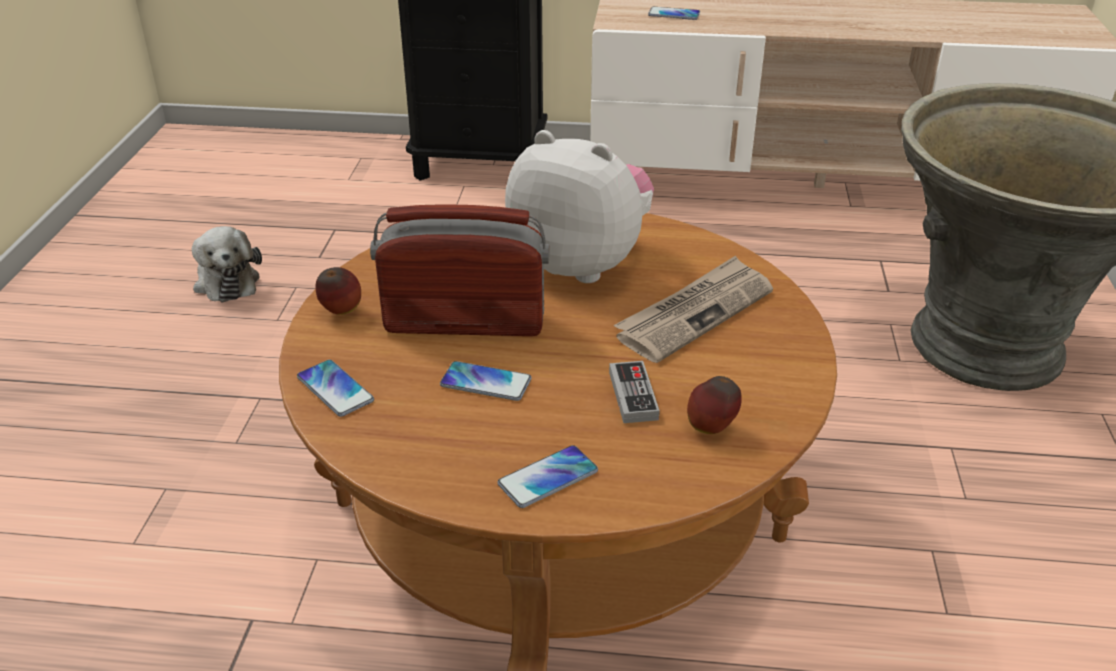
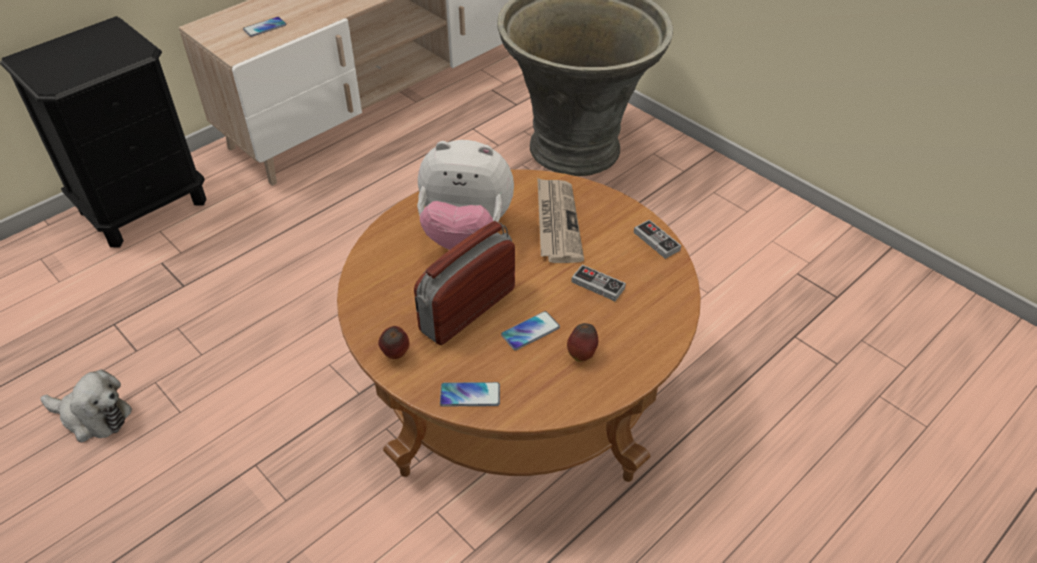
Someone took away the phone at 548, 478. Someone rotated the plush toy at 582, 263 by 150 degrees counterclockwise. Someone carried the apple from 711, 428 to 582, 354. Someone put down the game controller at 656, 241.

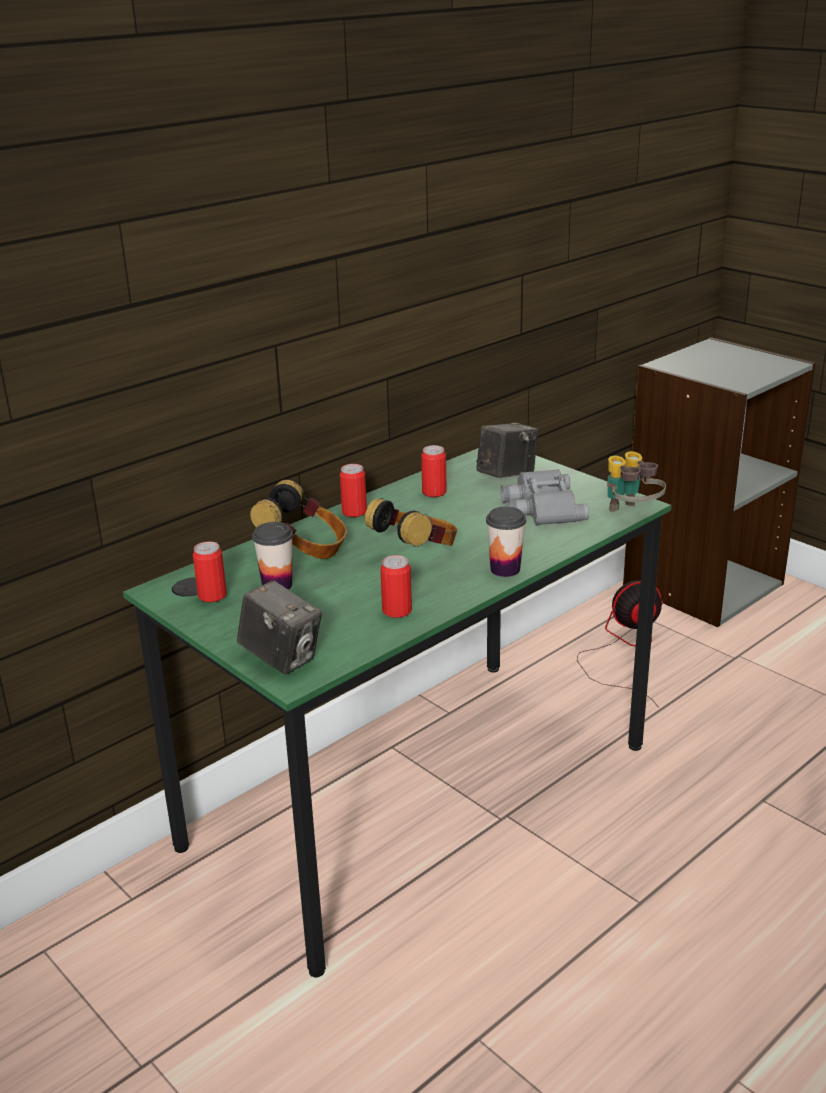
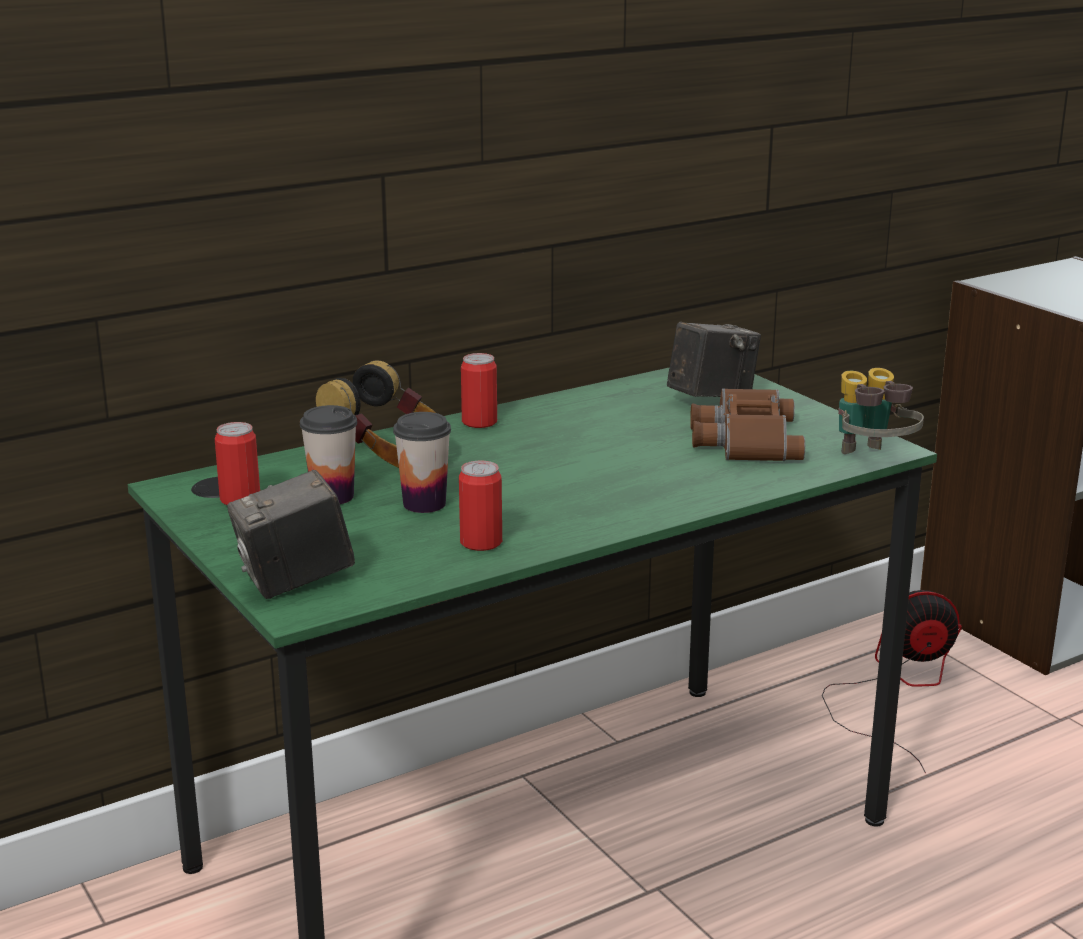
Someone rotated the photo camera at 281, 658 by 105 degrees clockwise. Someone took away the headphones at 417, 553. Someone took away the can at 434, 492. Someone carried the cup from 505, 569 to 424, 504. Someone repainted the grey binoculars at 540, 507, which became the brown binoculars at 743, 439.

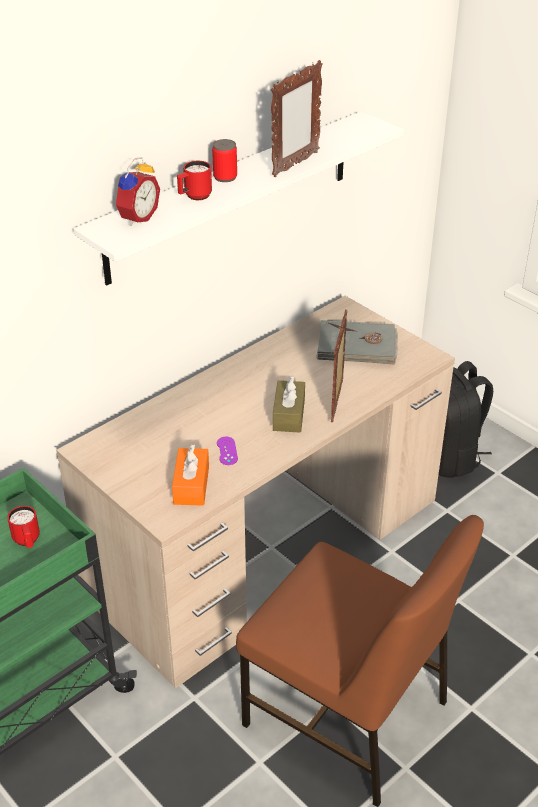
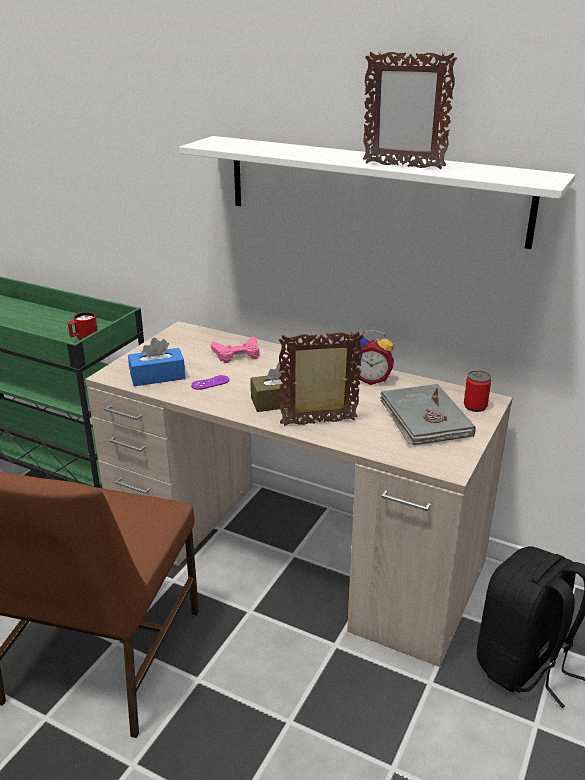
Someone carried the alarm clock from 137, 218 to 371, 379. Someone repainted the orange tissue box at 191, 485, which became the blue tissue box at 157, 376. Someone took away the red mug at 194, 197. Someone carried the can from 225, 177 to 475, 406. Someone put down the pink game controller at 237, 354.

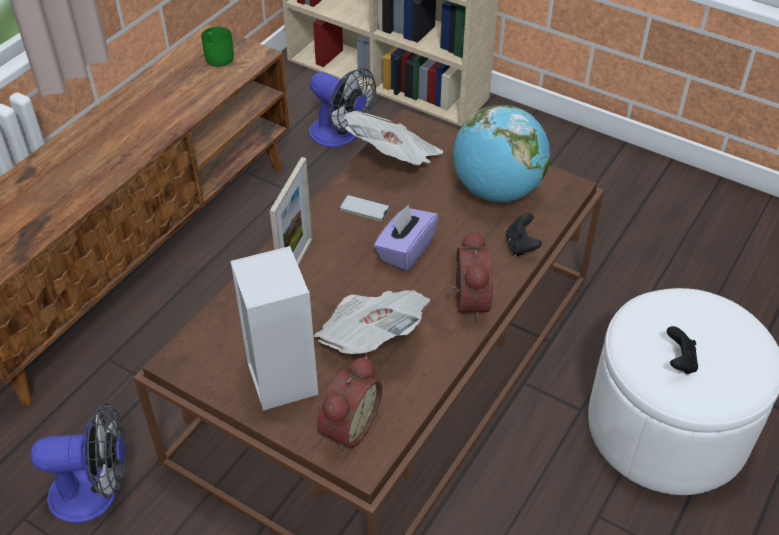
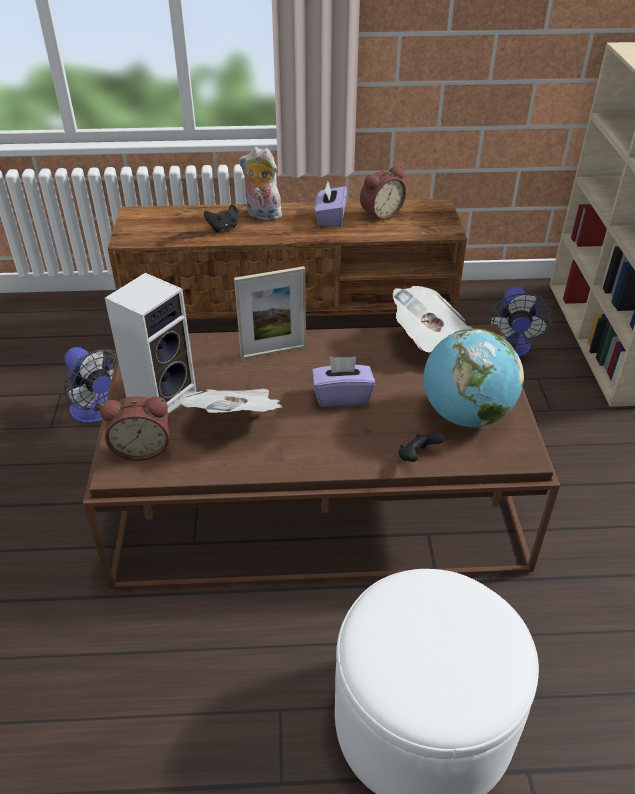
Someone took away the green mug at 218, 56. Someone took away the phone at 364, 208. Someone carried the alarm clock from 467, 301 to 380, 214. Someone carried the black game controller from 679, 362 to 223, 228. Someone put down the plush toy at 262, 215. Someone put down the purple tissue box at 330, 218.

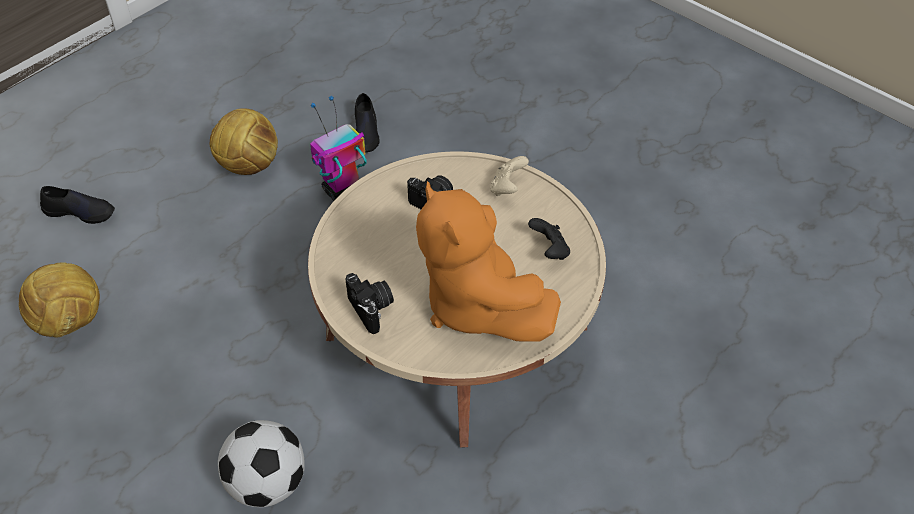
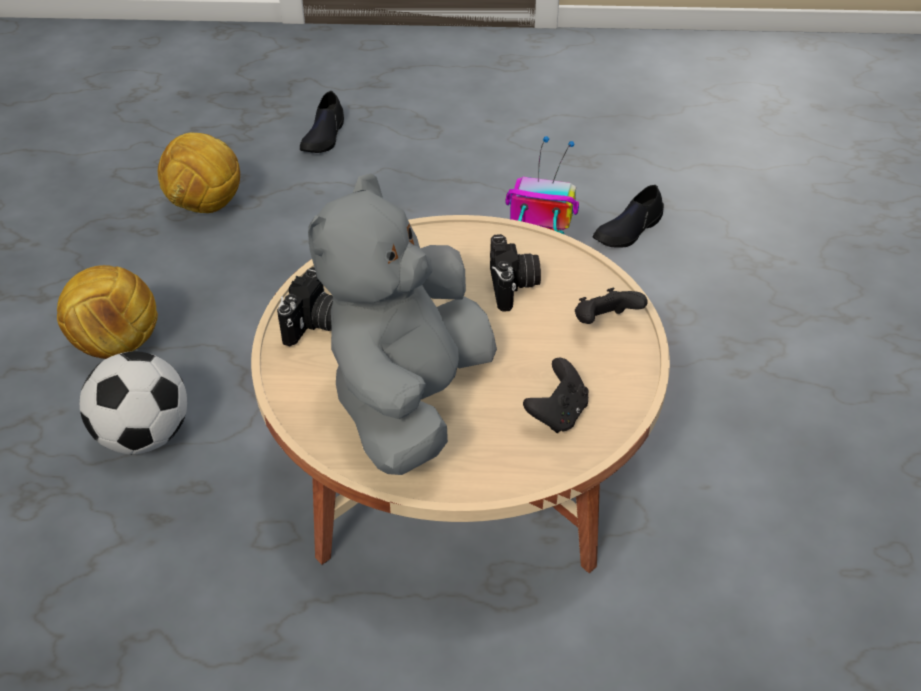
Someone rotated the black shoe at 80, 211 by 45 degrees clockwise. Someone carried the football from 248, 166 to 117, 345. Someone repainted the orange plush toy at 477, 304, which became the grey plush toy at 409, 400. Someone repainted the beige game controller at 507, 188, which became the black game controller at 604, 323.

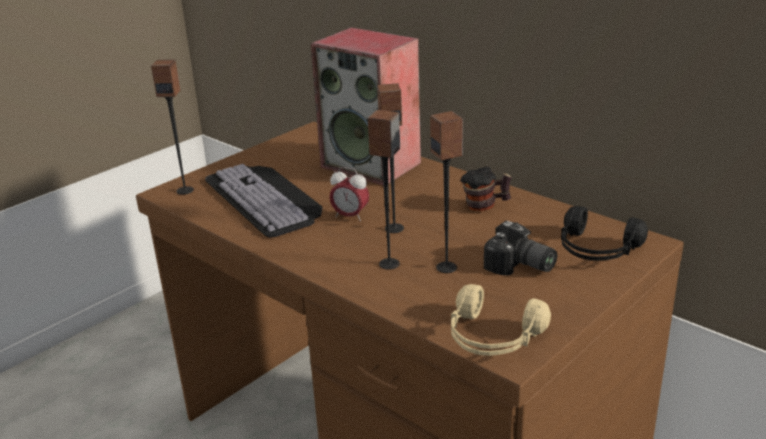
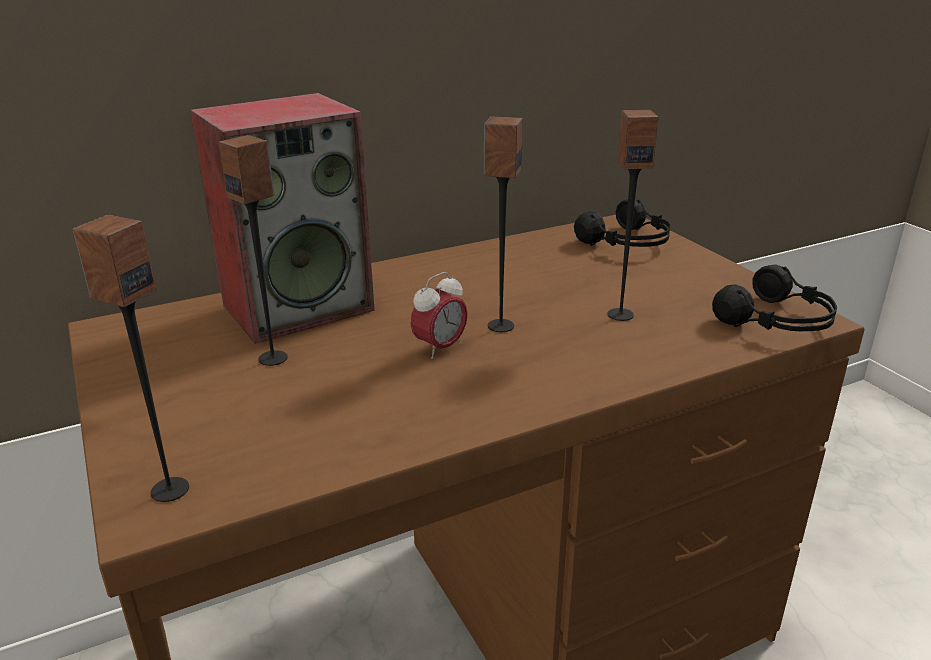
Someone took away the keyboard at 267, 198. Someone carried the speaker from 389, 264 to 273, 358. Someone repainted the beige headphones at 492, 338, which became the black headphones at 777, 321. Someone took away the mug at 485, 206. Someone took away the photo camera at 519, 267.

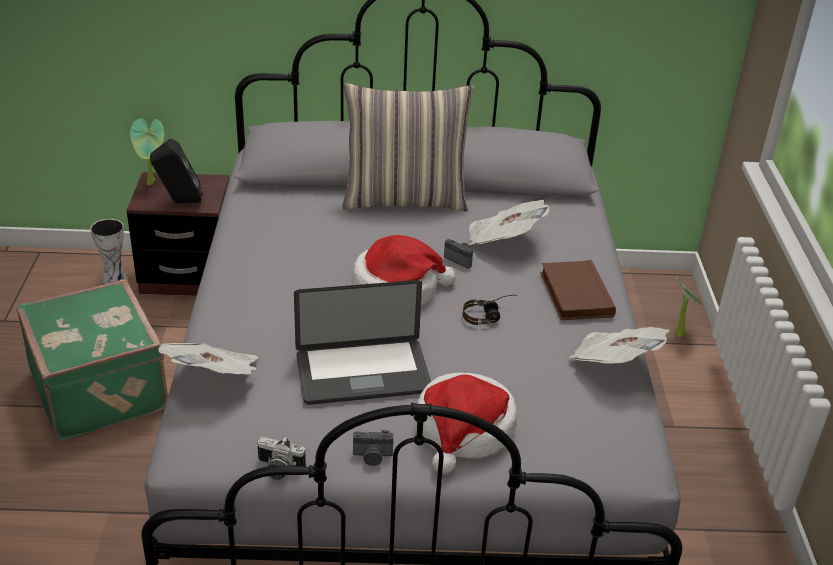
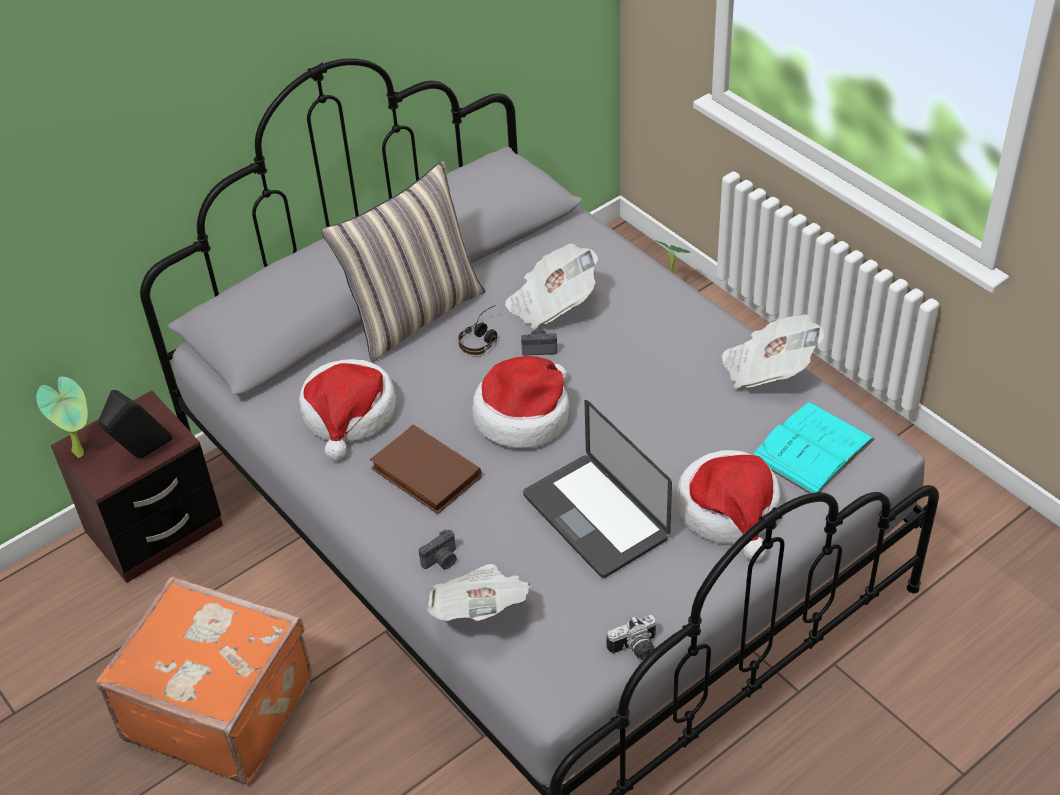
Someone repainted the green suitcase at 101, 389, which became the orange suitcase at 220, 706. Someone took away the vase at 116, 279. Someone rotated the laptop at 363, 374 by 105 degrees clockwise. Someone carried the photo camera from 372, 457 to 442, 560. Someone carried the headphones from 489, 315 to 483, 337. Someone carried the brown book from 573, 294 to 423, 474. Someone put down the hat at 349, 415. Someone put down the turquoise book at 812, 448.

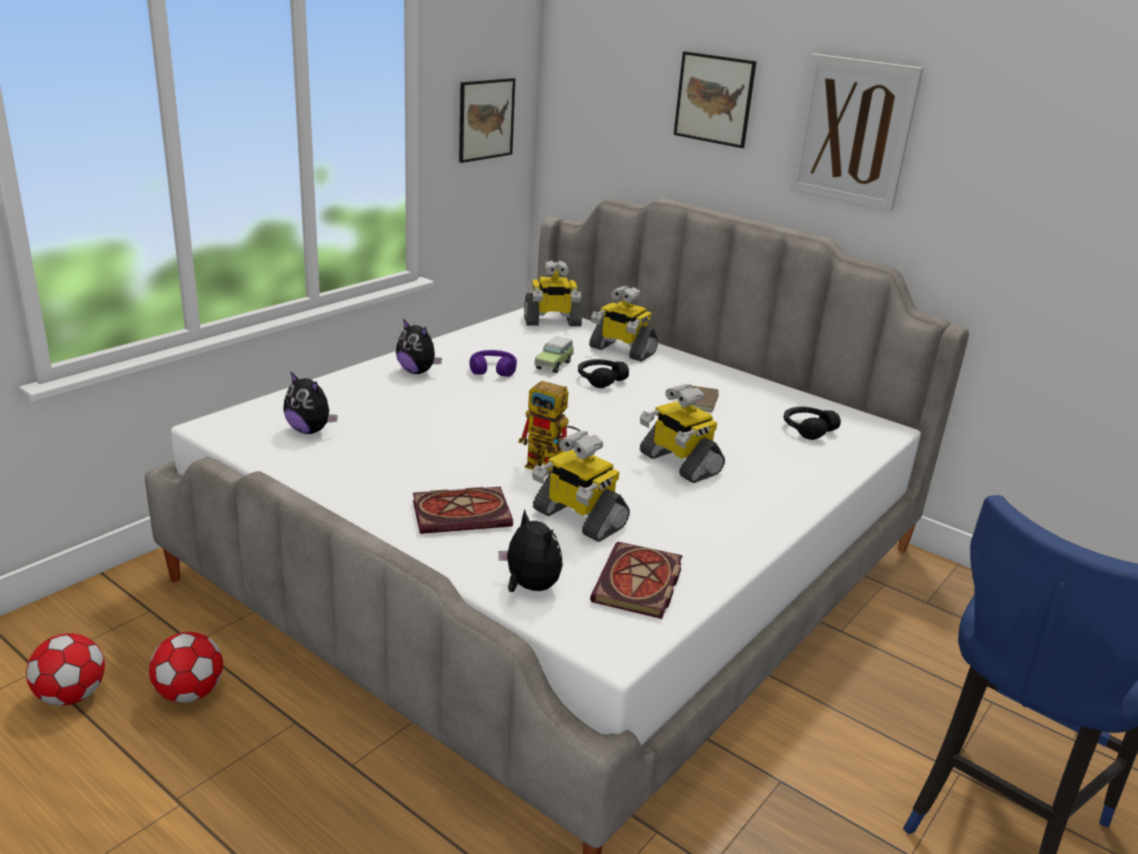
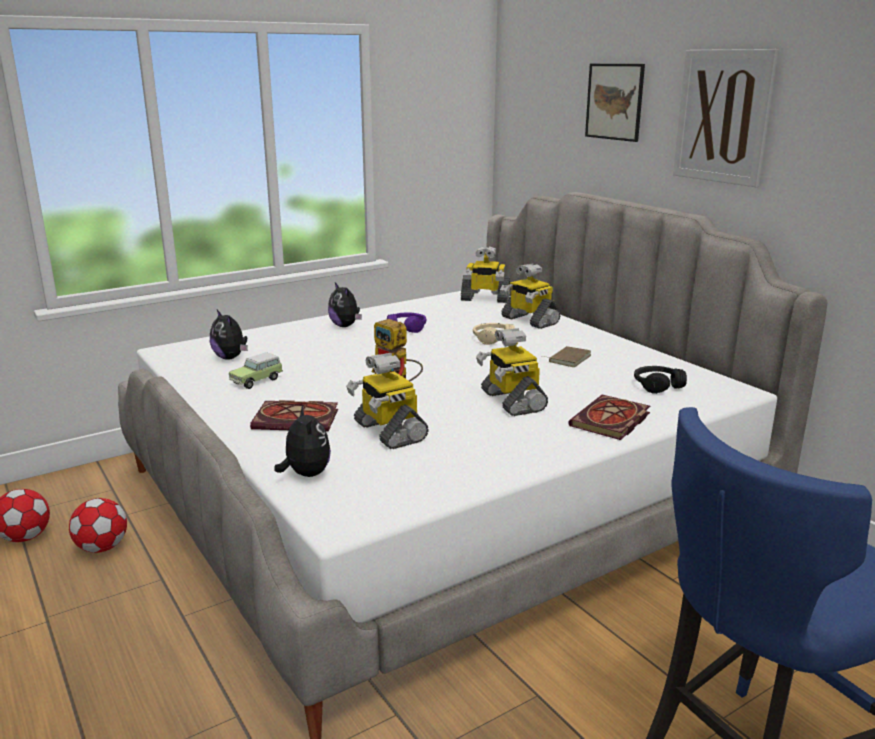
Someone took away the picture at 486, 119. Someone carried the toy car from 554, 364 to 258, 381. Someone repainted the black headphones at 600, 379, which became the beige headphones at 493, 339. Someone carried the book from 639, 585 to 610, 421.

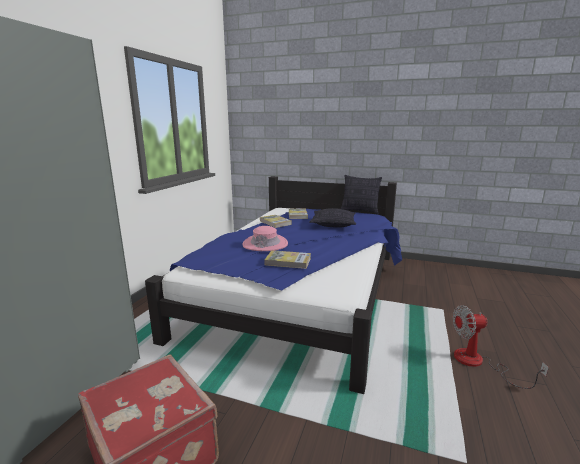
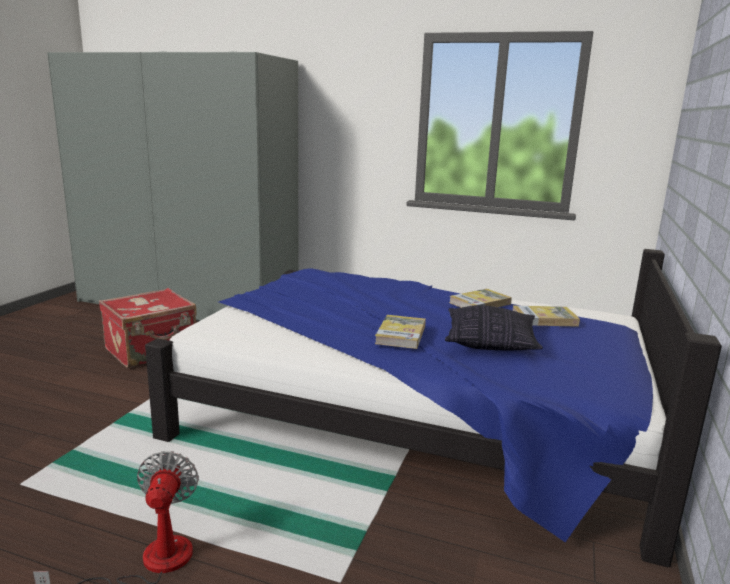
Someone took away the pink hat at 265, 244. Someone carried the book from 288, 261 to 401, 334. Someone took away the pillow at 359, 211.

